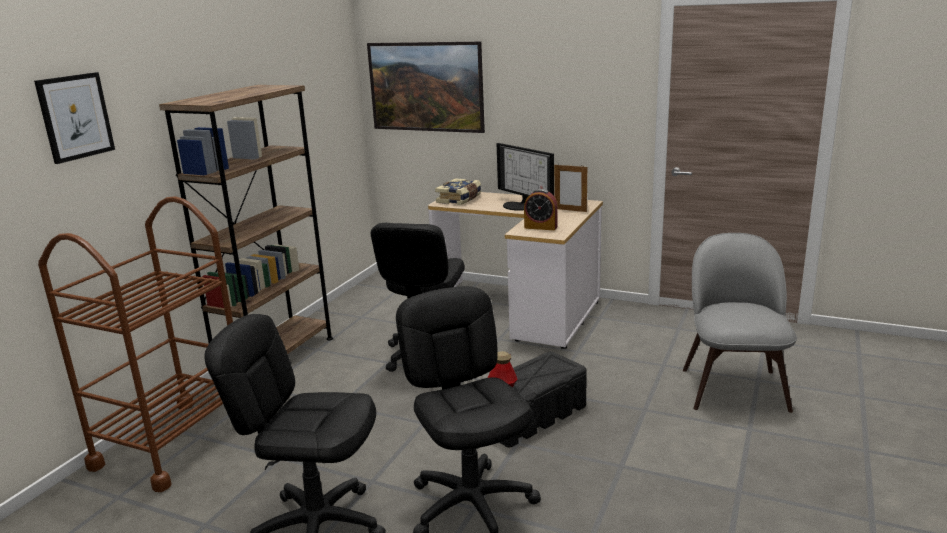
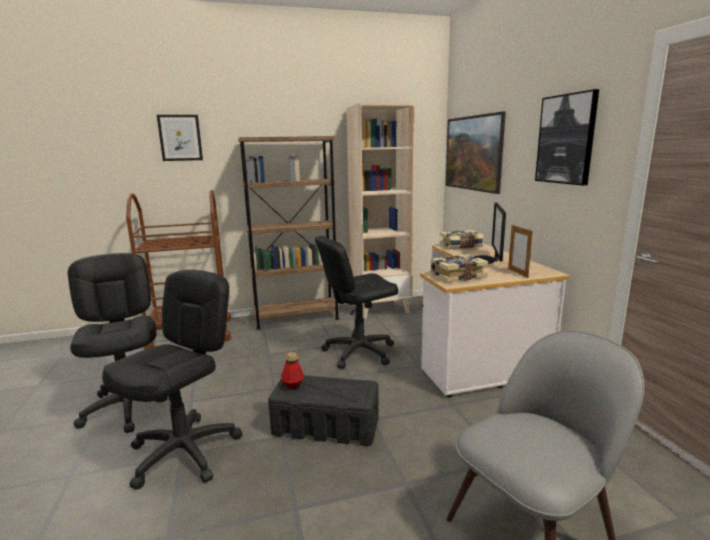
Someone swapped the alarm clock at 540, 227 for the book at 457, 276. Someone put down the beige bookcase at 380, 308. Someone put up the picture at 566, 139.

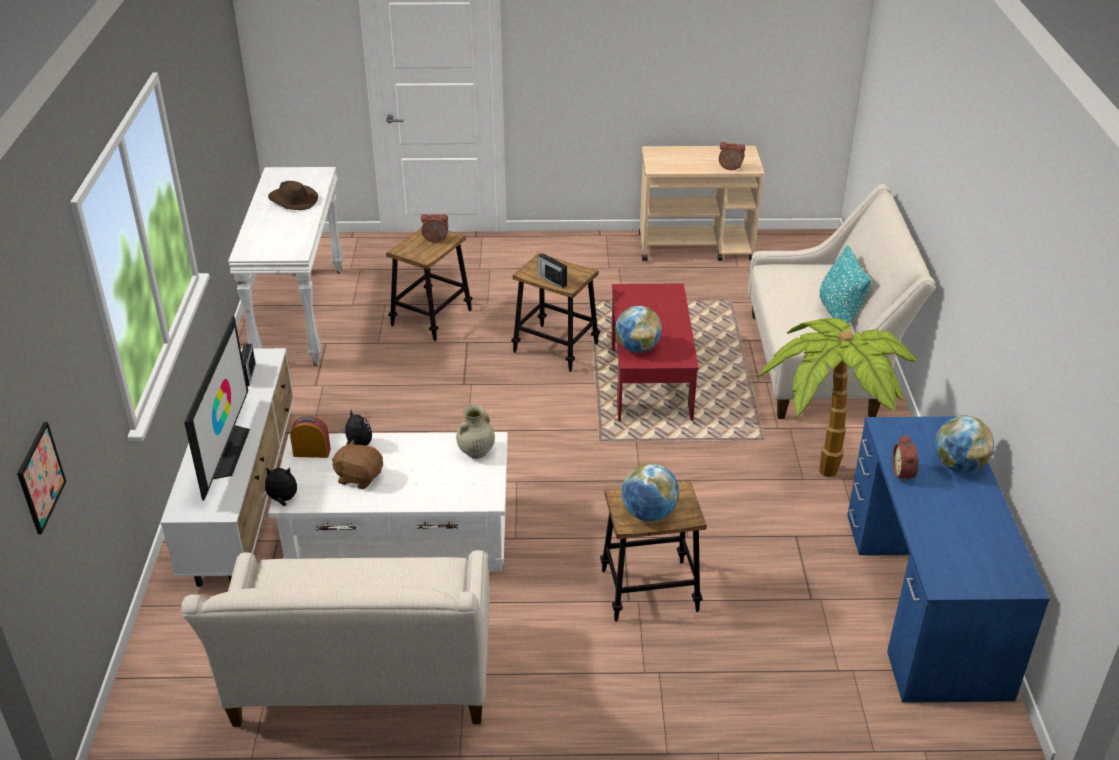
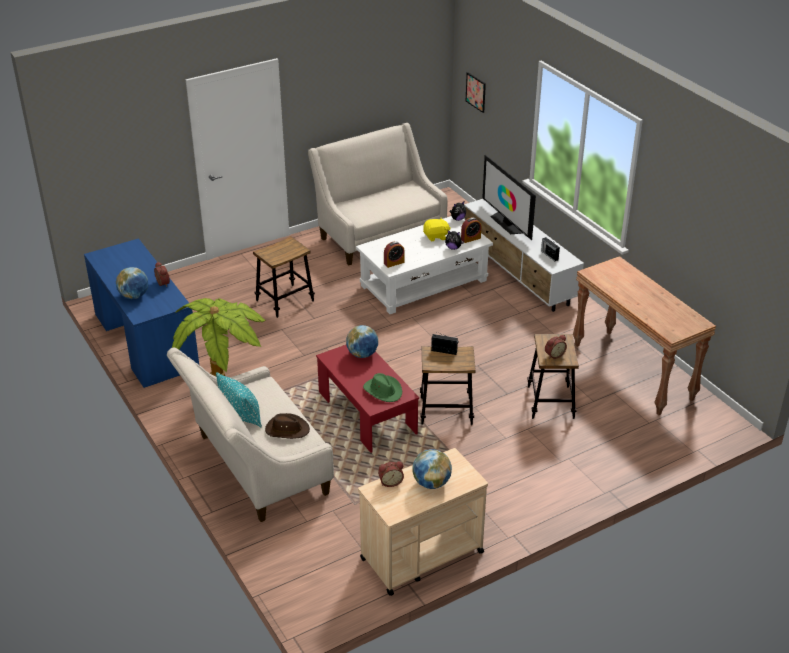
Someone repainted the white console table at 299, 316, which became the brown console table at 633, 371. Someone carried the brown hat from 292, 200 to 287, 429. Someone repainted the brown plush toy at 359, 477, which became the yellow plush toy at 436, 237. Someone swapped the beige vase at 476, 452 for the alarm clock at 394, 263. Someone carried the globe from 649, 514 to 431, 483. Someone put down the green hat at 383, 390.

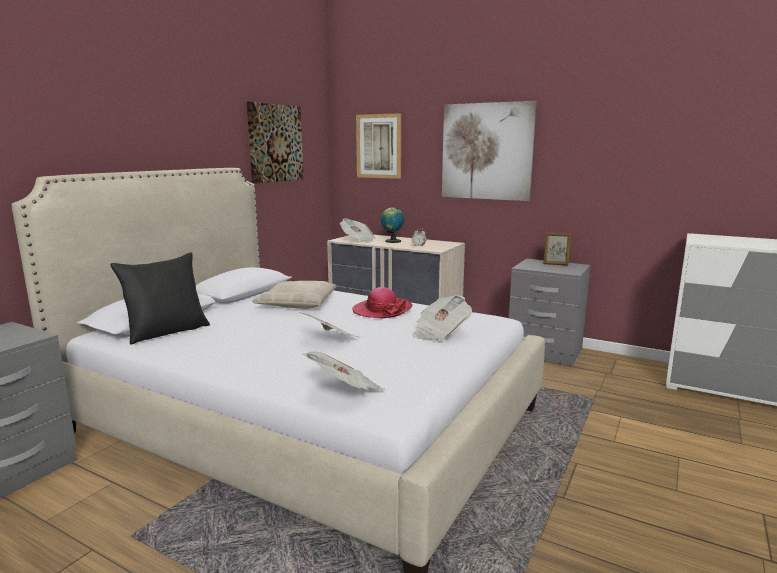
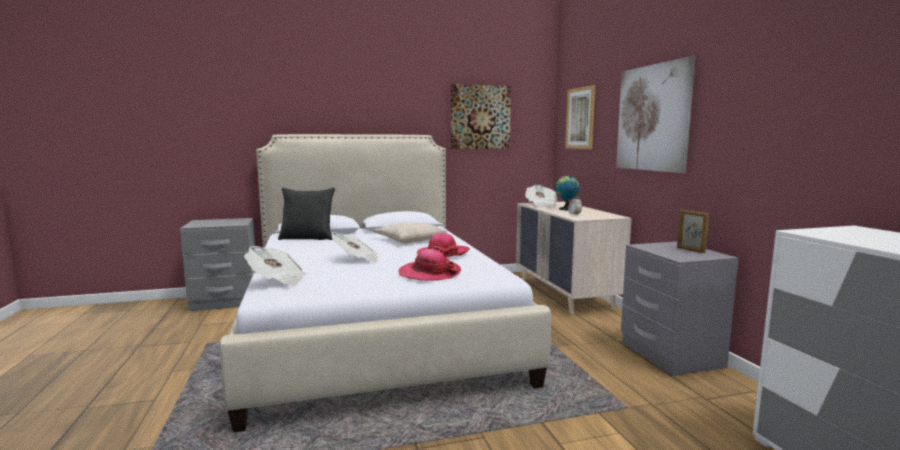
Someone swapped the newspaper at 440, 333 for the hat at 429, 273.

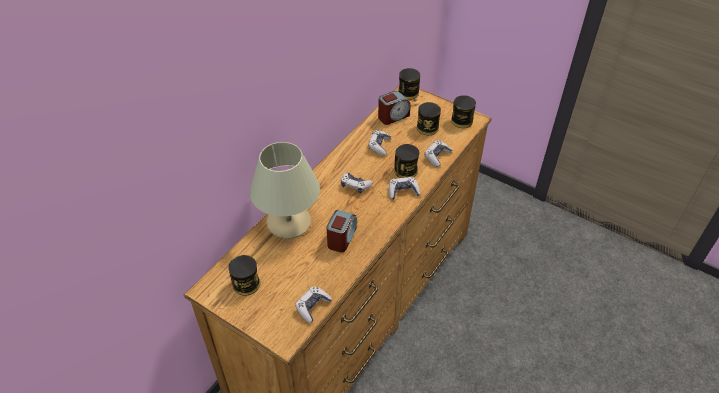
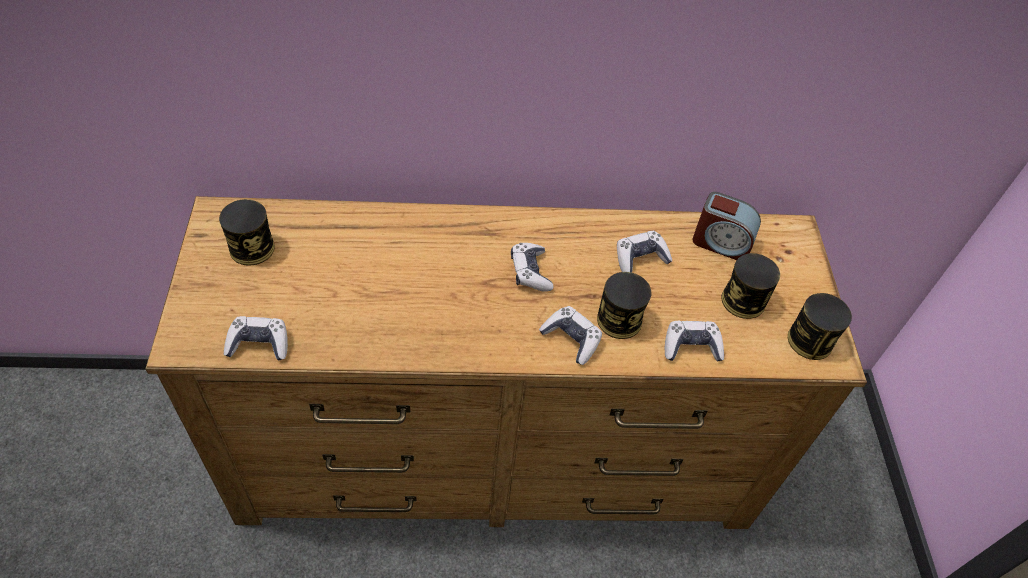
Someone took away the beige table lamp at 289, 223. Someone took away the alarm clock at 341, 238. Someone took away the can at 408, 93.

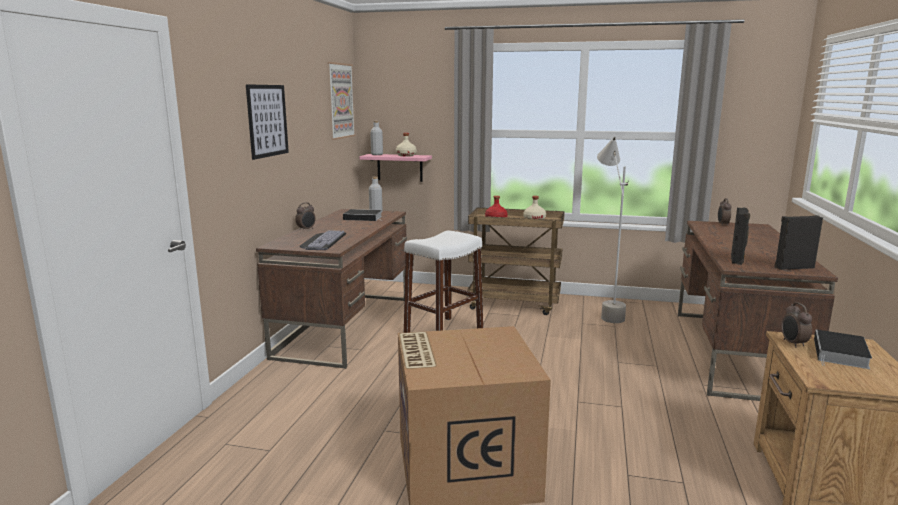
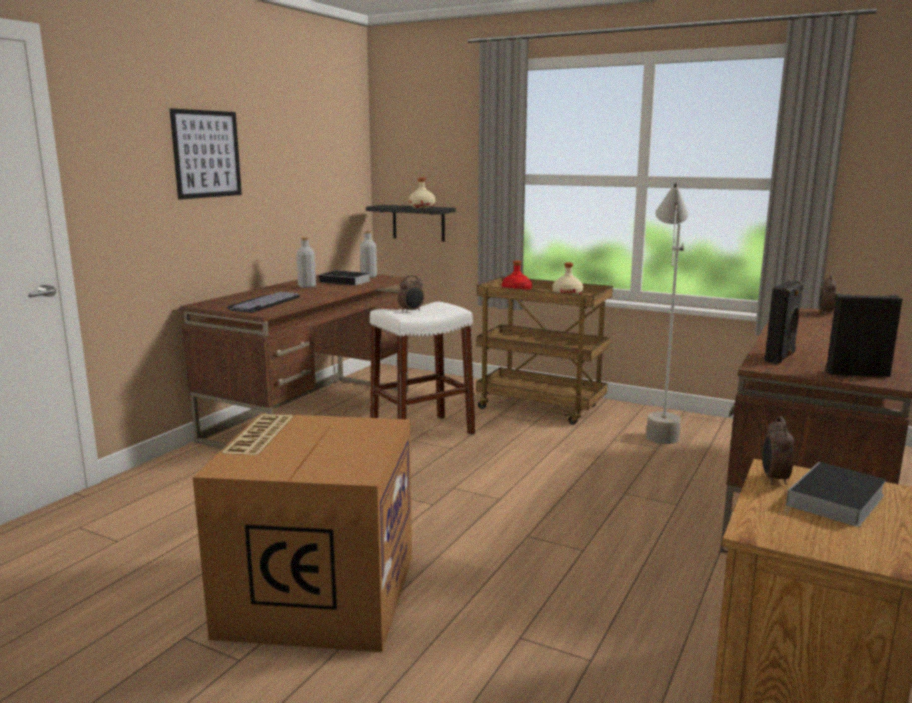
Someone carried the alarm clock from 306, 229 to 411, 311. Someone took away the picture at 340, 101. Someone repainted the pink shelf at 399, 167, which became the black shelf at 418, 223. Someone carried the grey bottle from 377, 154 to 307, 286.

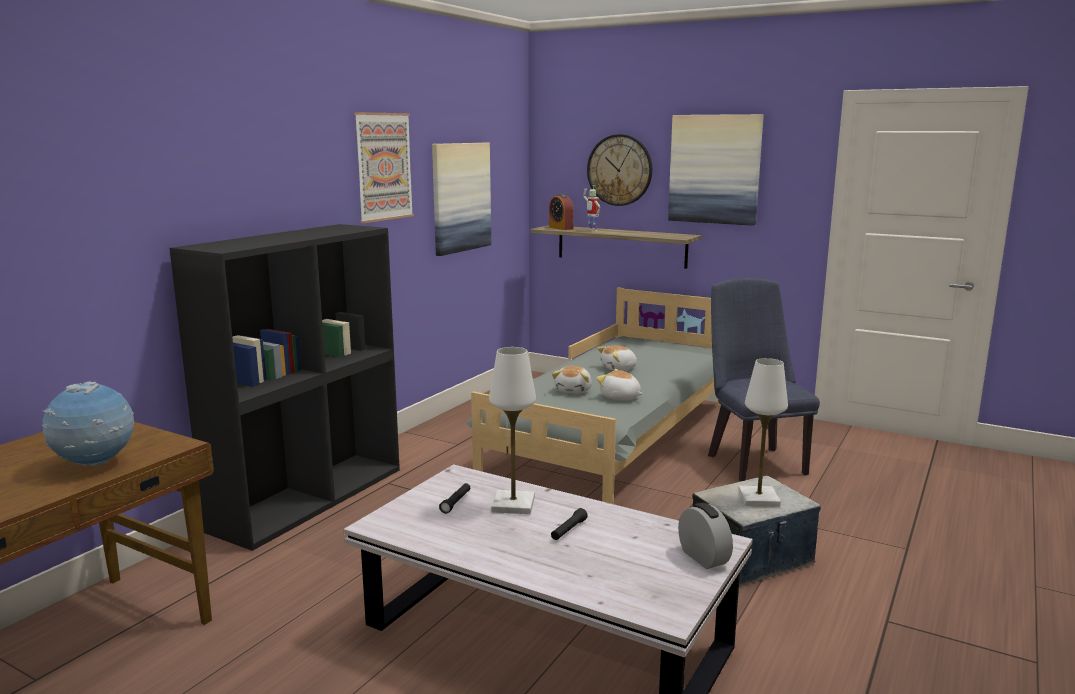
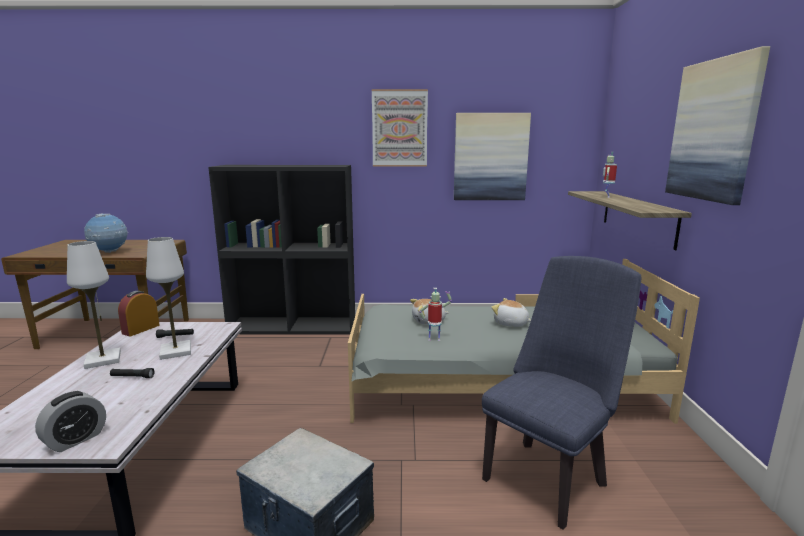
Someone carried the alarm clock from 561, 228 to 141, 329. Someone took away the wall clock at 619, 170. Someone swapped the plush toy at 620, 397 for the toy robot at 434, 339. Someone carried the white table lamp from 758, 498 to 103, 360.

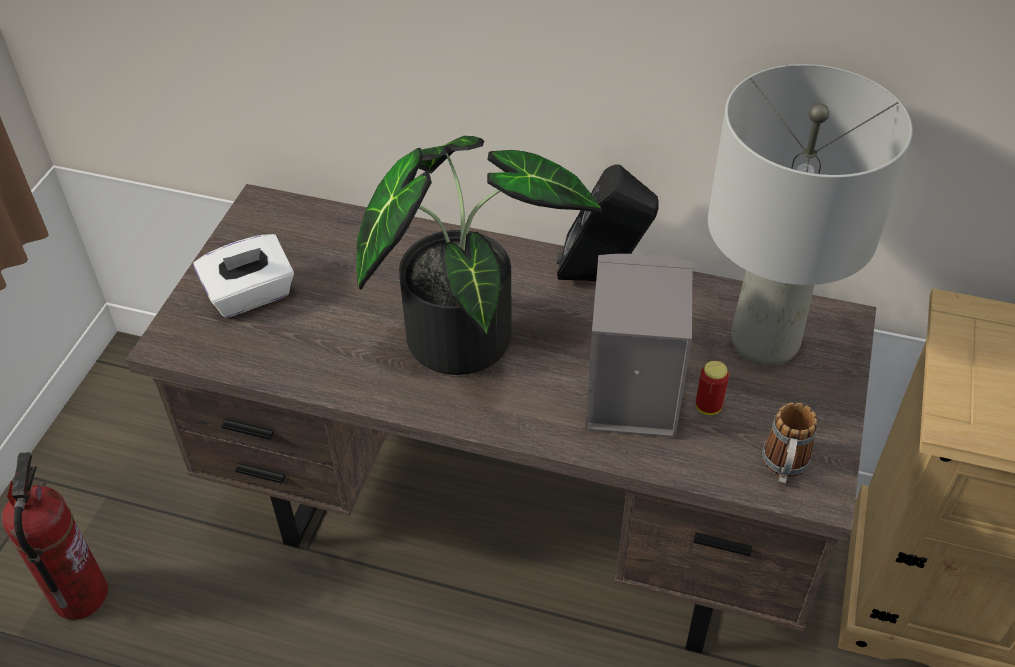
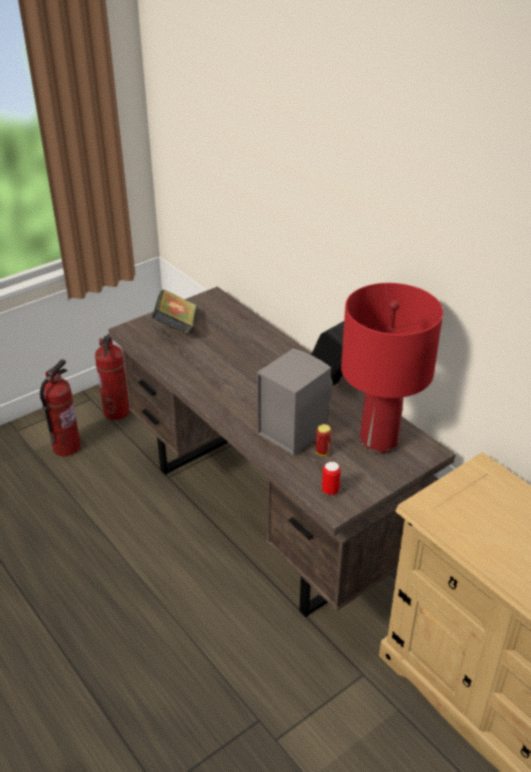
Someone swapped the white tissue box at 251, 295 for the book at 176, 327. Someone took away the potted plant at 464, 328. Someone repainted the grey table lamp at 763, 343, which became the red table lamp at 378, 441. Someone swapped the mug at 783, 468 for the can at 330, 490. Someone put down the fire extinguisher at 117, 412.

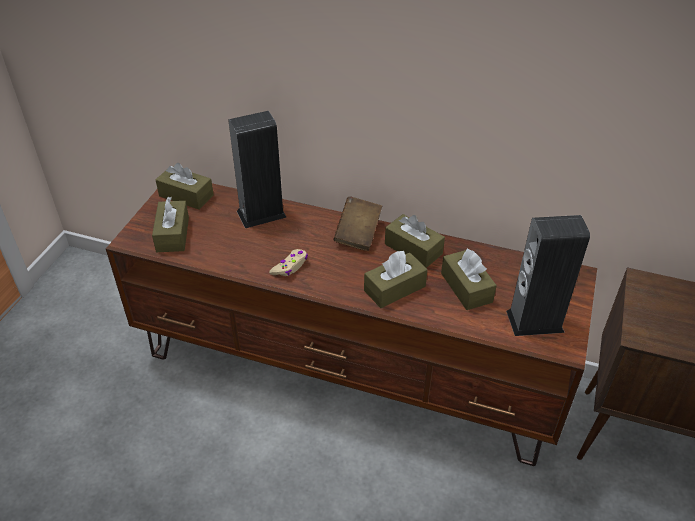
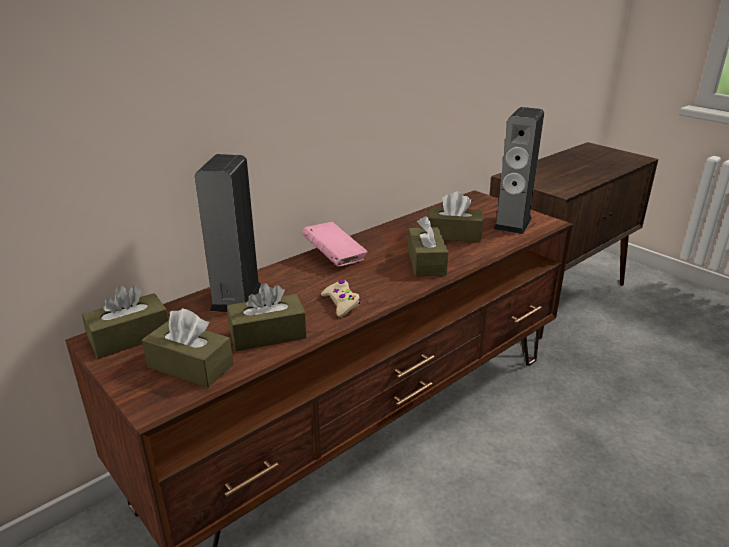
Someone repainted the brown book at 358, 234, which became the pink book at 335, 257. Someone carried the brown tissue box from 413, 249 to 268, 335.

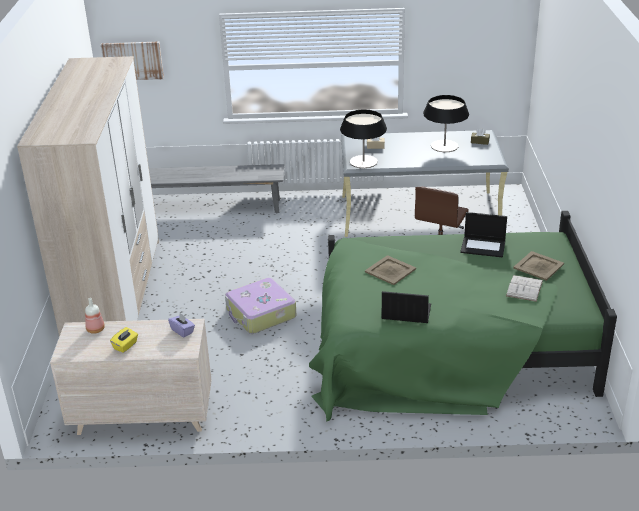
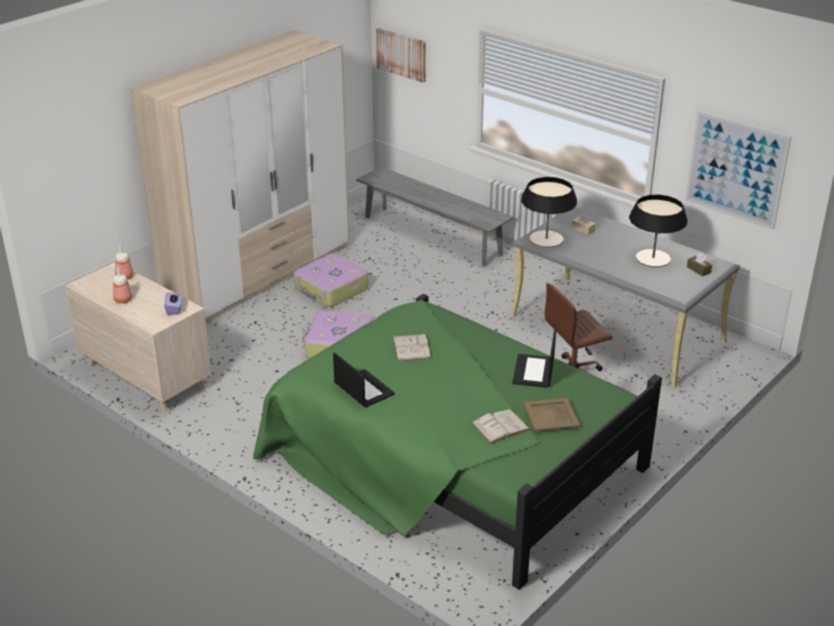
Someone swapped the yellow tissue box at 125, 346 for the bottle at 123, 299. Someone swapped the beige tray at 391, 270 for the white book at 411, 348. Someone rotated the laptop at 483, 247 by 45 degrees clockwise. Someone put down the suitcase at 331, 289. Someone put up the picture at 736, 169.

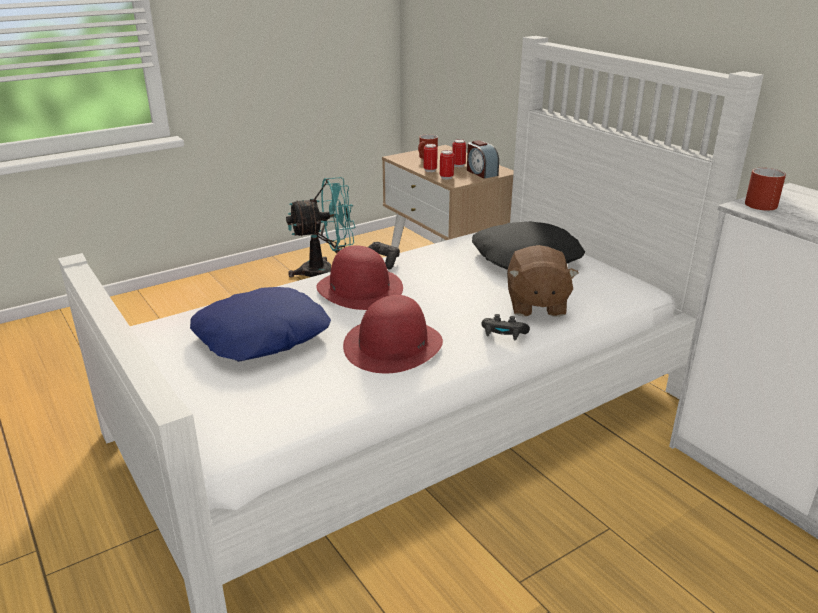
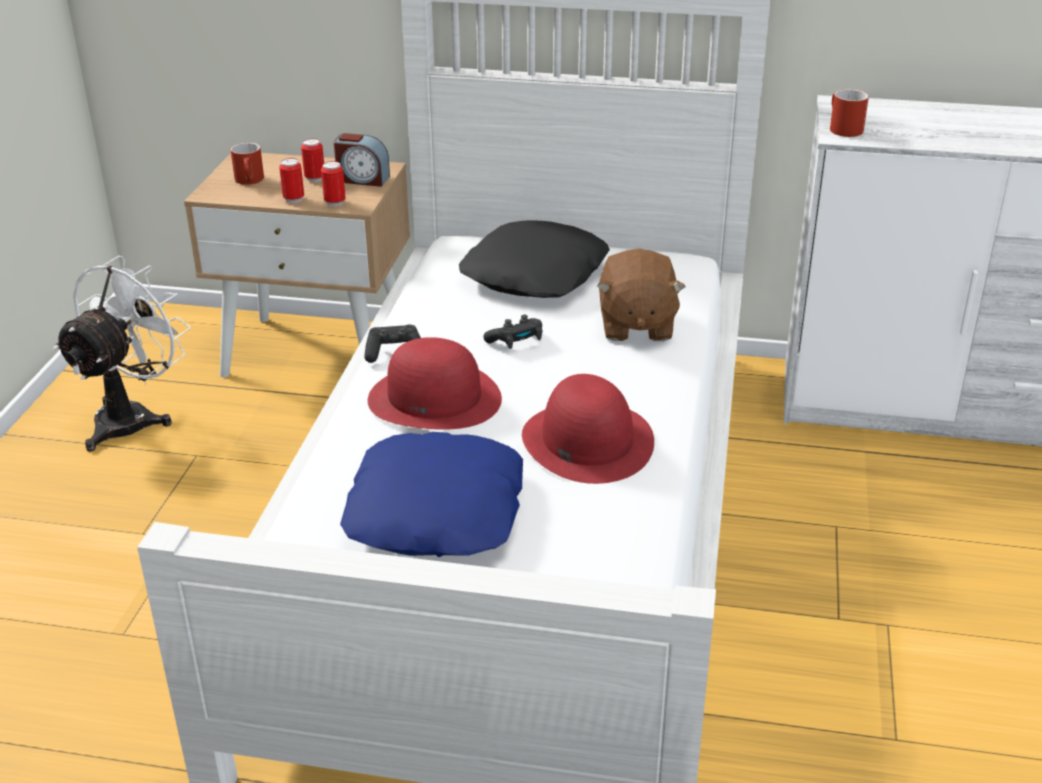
Someone repainted the turquoise fan at 326, 271, which became the white fan at 133, 417. Someone carried the black game controller from 503, 335 to 516, 342. Someone rotated the brown plush toy at 536, 305 by 45 degrees clockwise.

